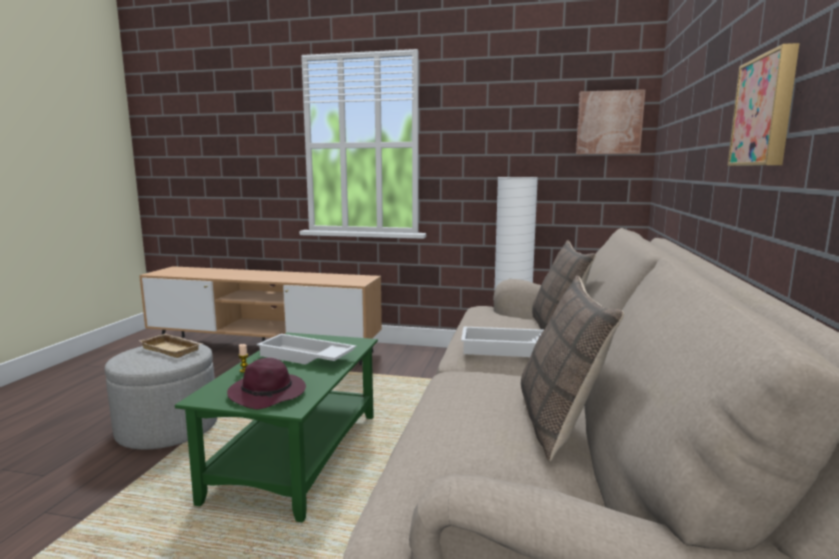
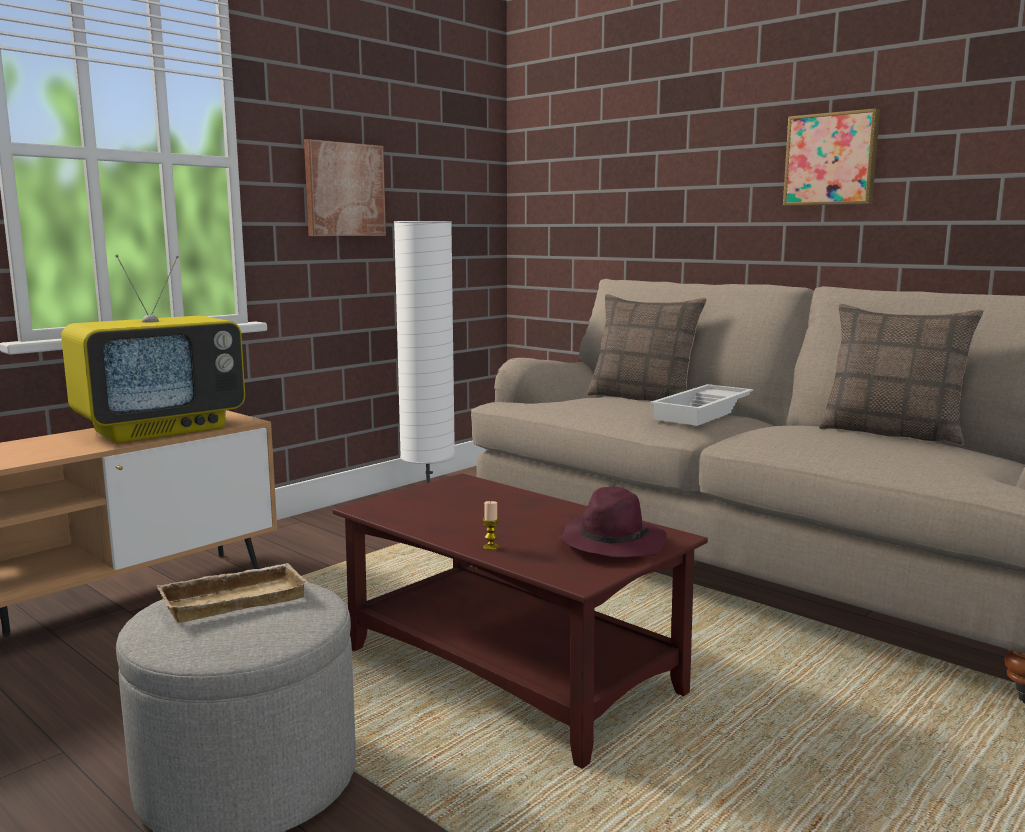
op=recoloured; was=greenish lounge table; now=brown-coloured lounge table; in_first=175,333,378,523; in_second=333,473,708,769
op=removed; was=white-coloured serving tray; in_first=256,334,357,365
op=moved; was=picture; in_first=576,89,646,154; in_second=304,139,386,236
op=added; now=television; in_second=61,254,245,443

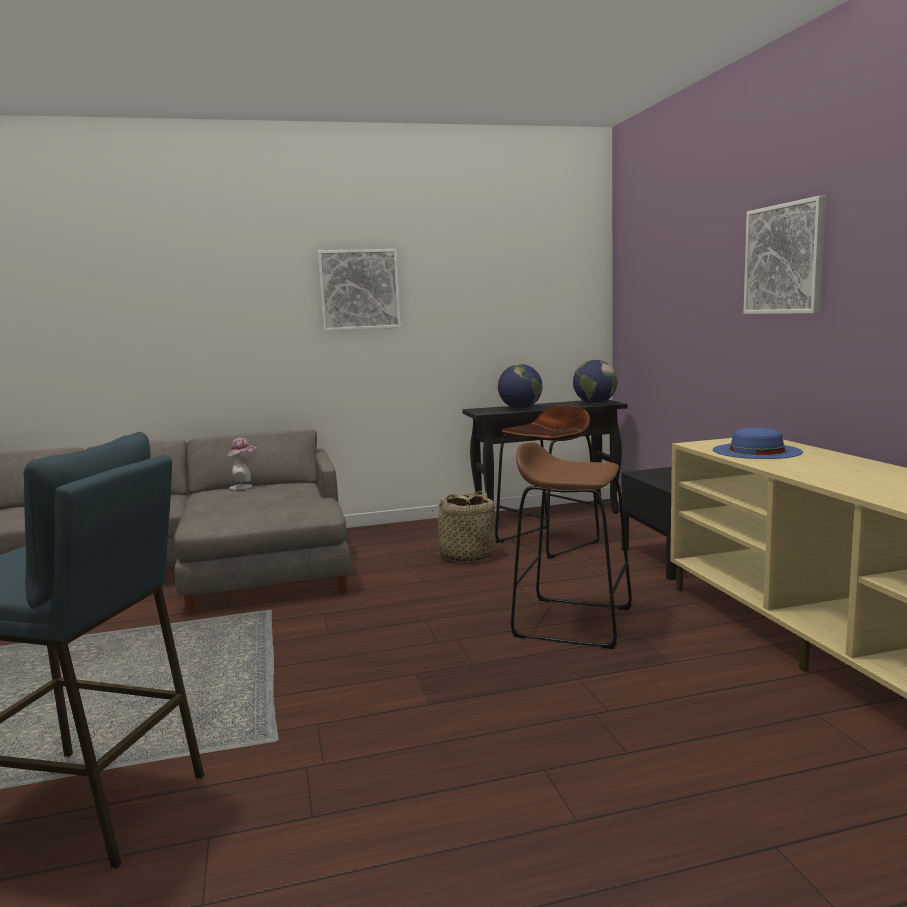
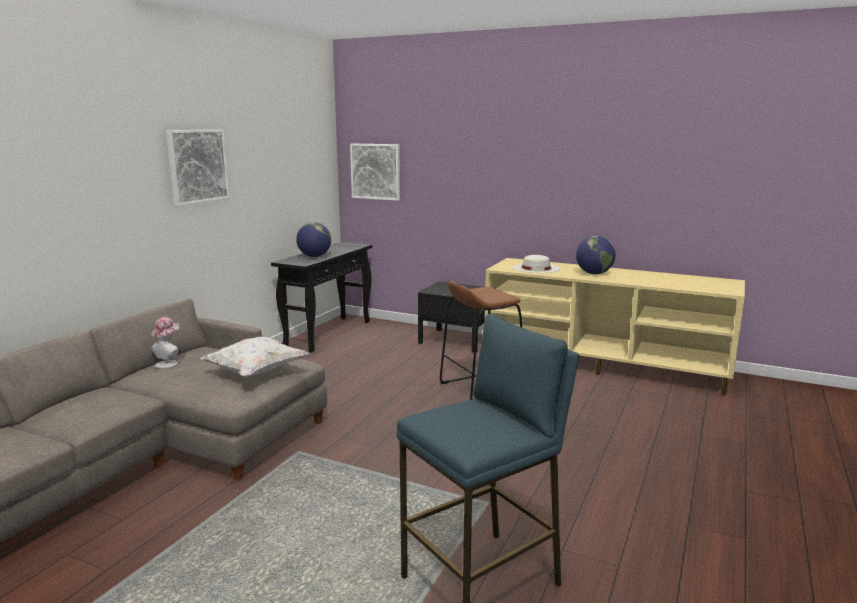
op=removed; was=basket; in_first=425,491,501,562
op=removed; was=brown-coloured stool; in_first=495,405,600,559
op=moved; was=globe; in_first=573,360,617,404; in_second=576,236,615,274
op=recoloured; was=blue-coloured wearable hat; now=white-coloured wearable hat; in_first=713,427,803,459; in_second=513,255,560,273
op=moved; was=picture; in_first=743,196,826,314; in_second=350,144,400,201
op=added; now=white-coloured throw pillow; in_second=200,337,309,377

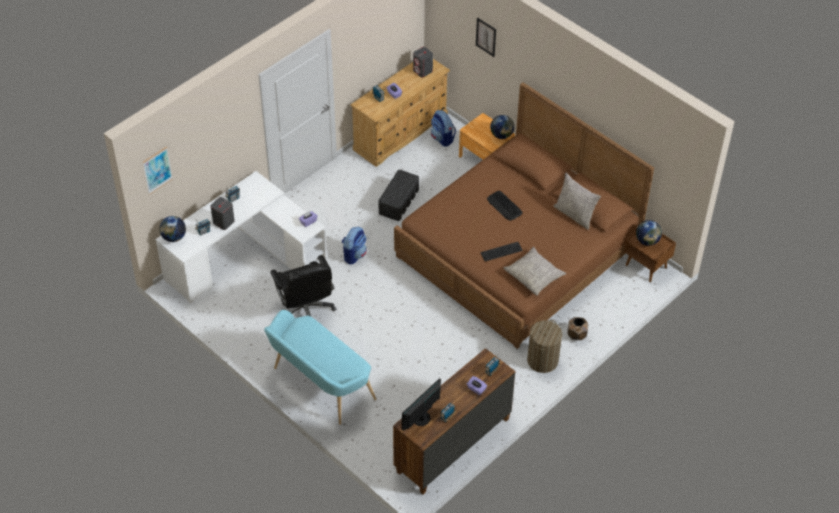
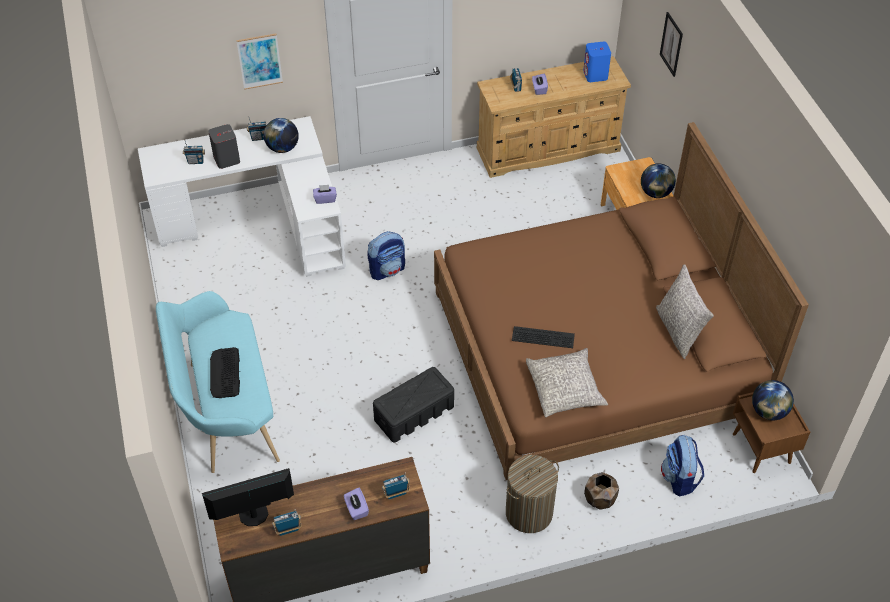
op=moved; was=picture; in_first=143,147,173,195; in_second=236,34,283,90
op=moved; was=globe; in_first=159,216,186,242; in_second=264,118,299,153
op=removed; was=blackish computer chair; in_first=270,255,337,316
op=moved; was=blackish storage box; in_first=378,170,419,221; in_second=373,367,454,442
op=recoloured; was=grey audio speaker; now=blue-coloured audio speaker; in_first=413,47,433,77; in_second=583,42,611,82
op=moved; was=backpack; in_first=431,110,456,147; in_second=661,435,704,496
op=moved; was=computer keyboard; in_first=487,191,523,221; in_second=210,347,240,398

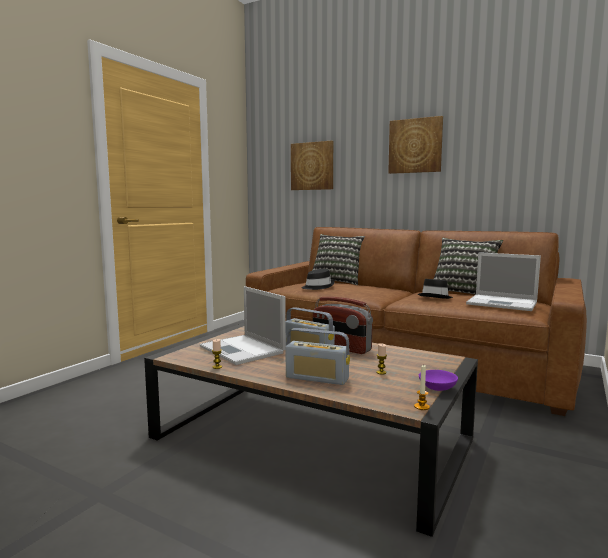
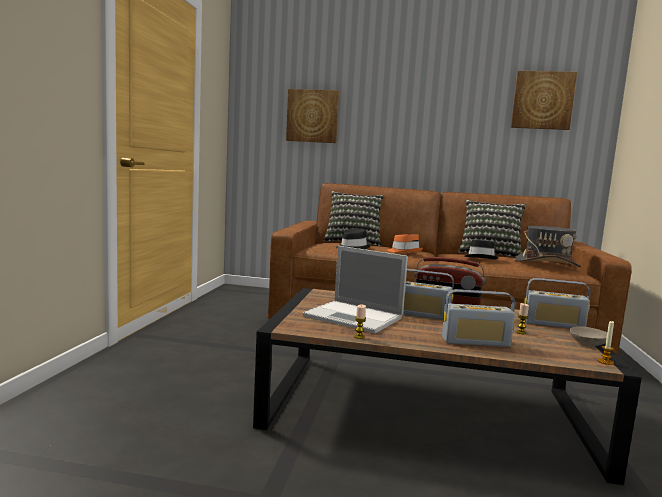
op=moved; was=picture; in_first=388,116,443,174; in_second=511,71,577,130
op=recoloured; was=purple bowl; now=sand-coloured bowl; in_first=419,370,458,391; in_second=569,326,607,346
op=replaced; was=notebook computer; now=grey wearable hat; in_first=466,252,541,311; in_second=514,226,581,267
op=added; now=orange-coloured wearable hat; in_second=387,235,423,253
op=added; now=radio set; in_second=524,278,591,328

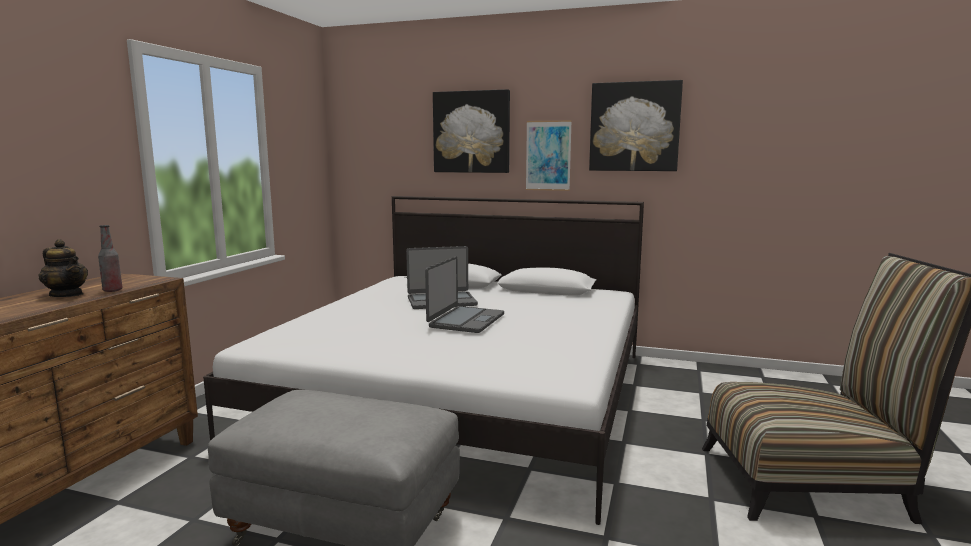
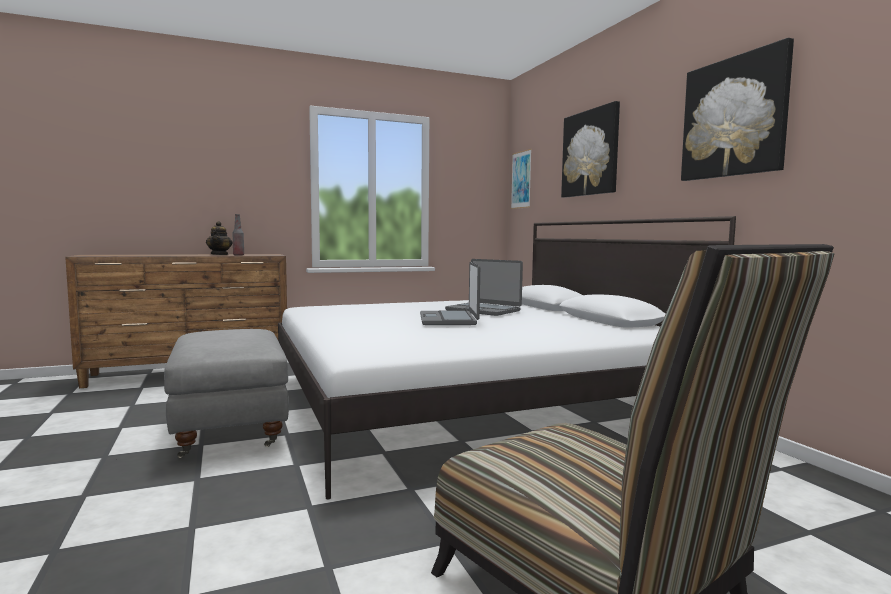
op=turned; was=notebook computer; in_first=425,256,504,333; in_second=420,262,480,325; clockwise=105
op=moved; was=picture; in_first=526,120,572,191; in_second=511,149,532,209

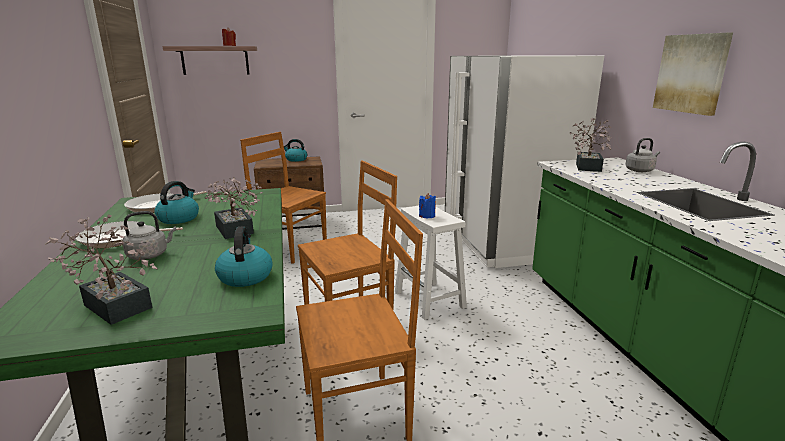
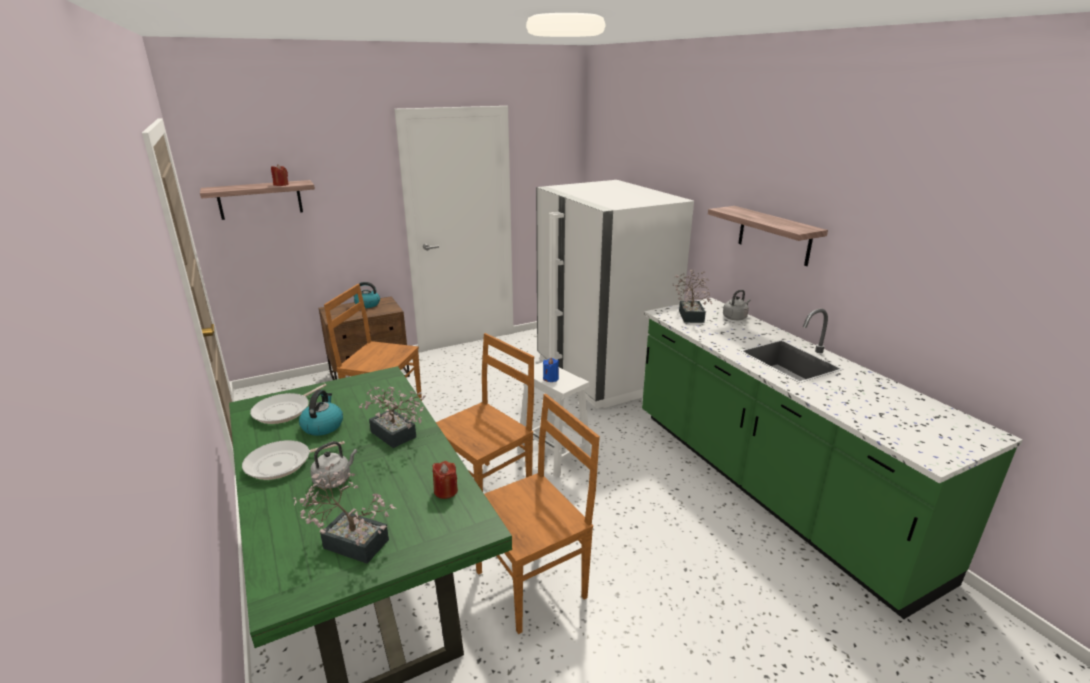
op=replaced; was=tea kettle; now=red wax candle; in_first=215,226,273,287; in_second=433,461,458,499
op=replaced; was=picture; now=shelf; in_first=653,33,733,116; in_second=708,206,828,266

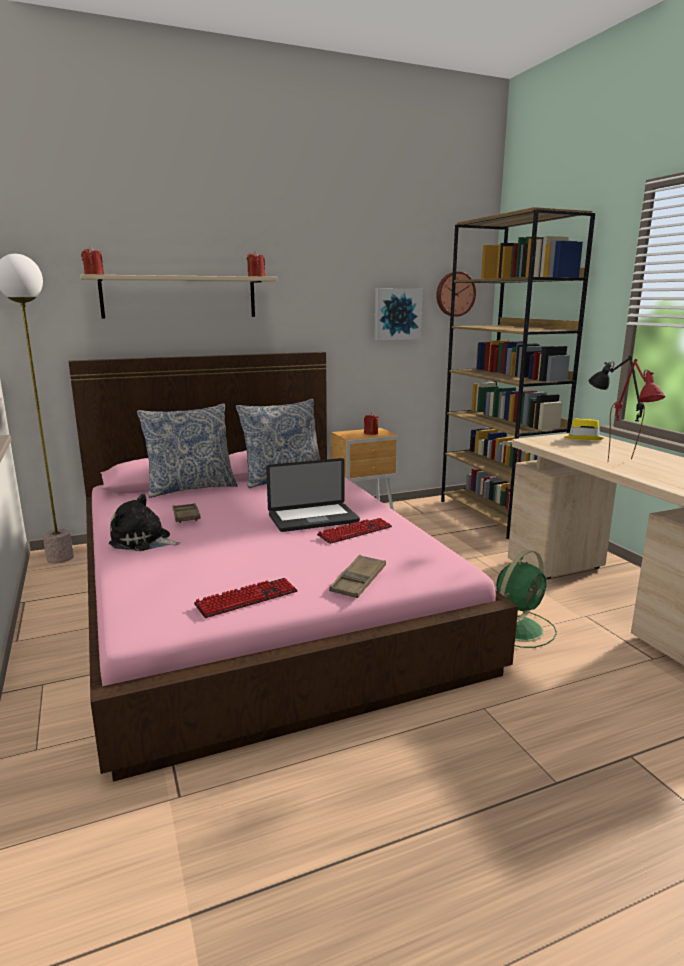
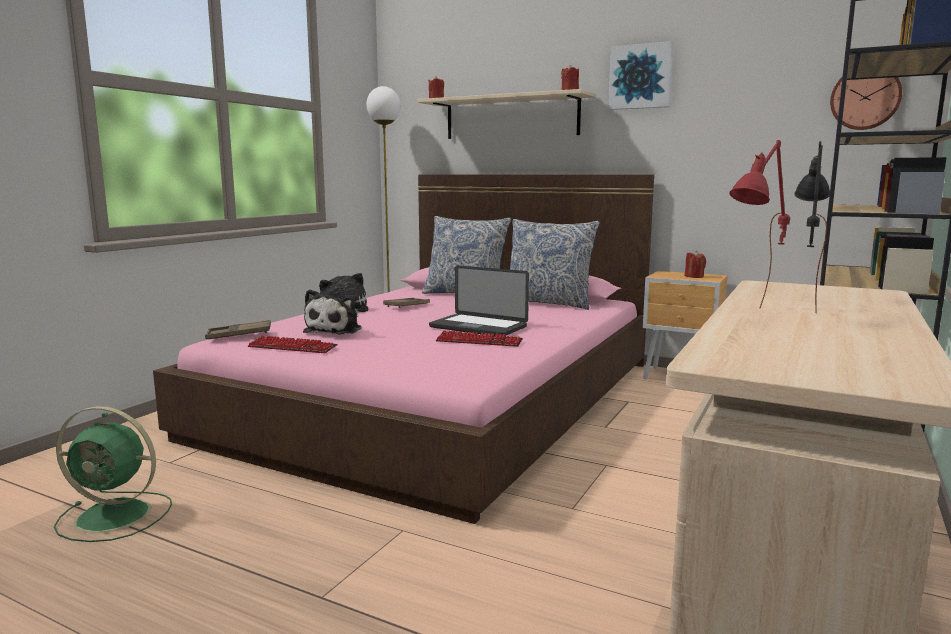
op=moved; was=brown-coloured serving tray; in_first=329,555,386,598; in_second=205,320,271,339
op=moved; was=picture; in_first=374,288,423,340; in_second=608,41,674,110
op=moved; was=greenish fan; in_first=496,550,557,648; in_second=54,406,172,542
op=removed; was=yellow-coloured wearable hat; in_first=564,419,603,440
op=added; now=soft toy; in_second=303,289,361,334

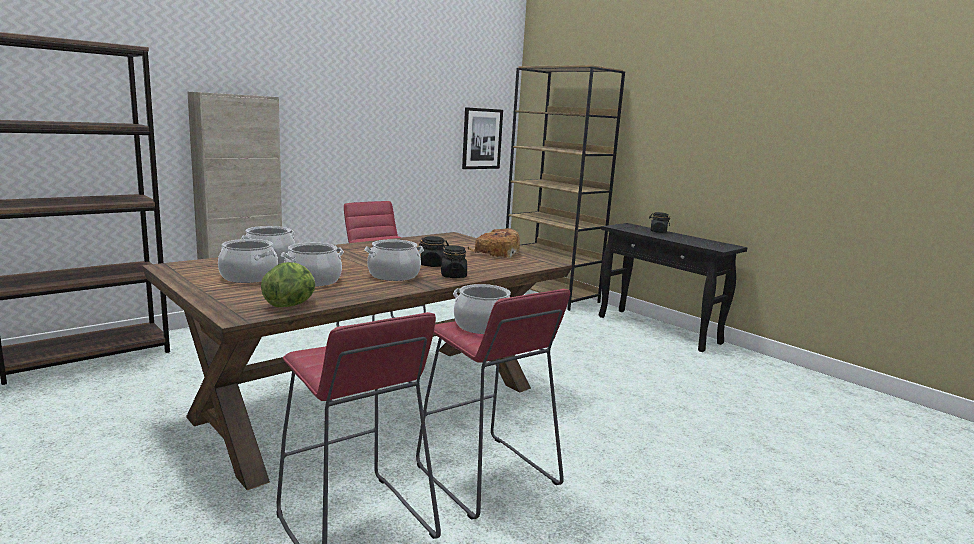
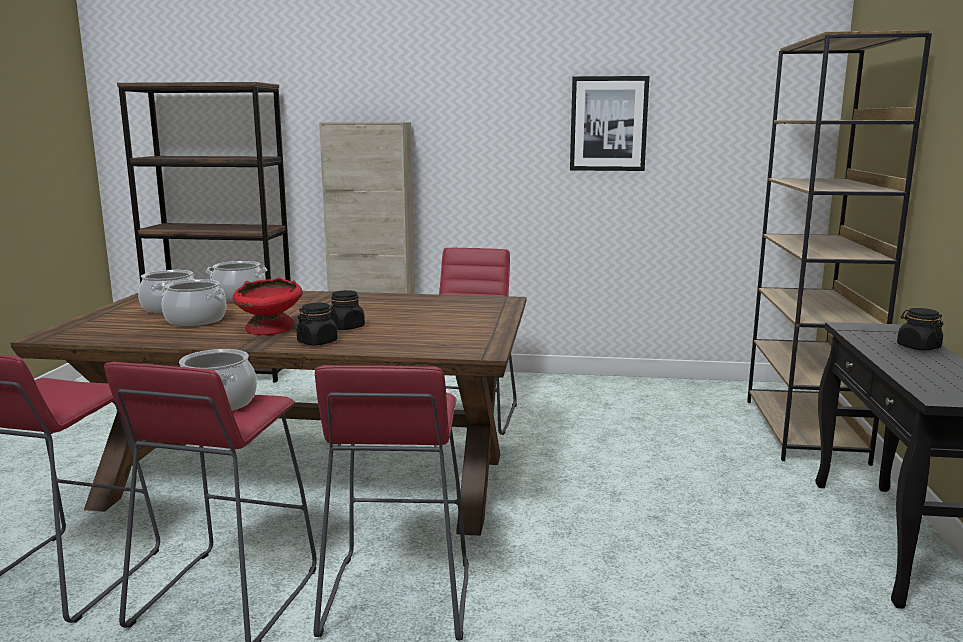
op=removed; was=head of lettuce; in_first=261,262,315,307
op=replaced; was=cooking pot; now=red bowl; in_first=365,240,424,281; in_second=233,277,303,335
op=moved; was=picture; in_first=462,107,503,169; in_second=570,76,649,171
op=removed; was=baked bread; in_first=468,228,520,258
op=added; now=red stool; in_second=314,365,469,641

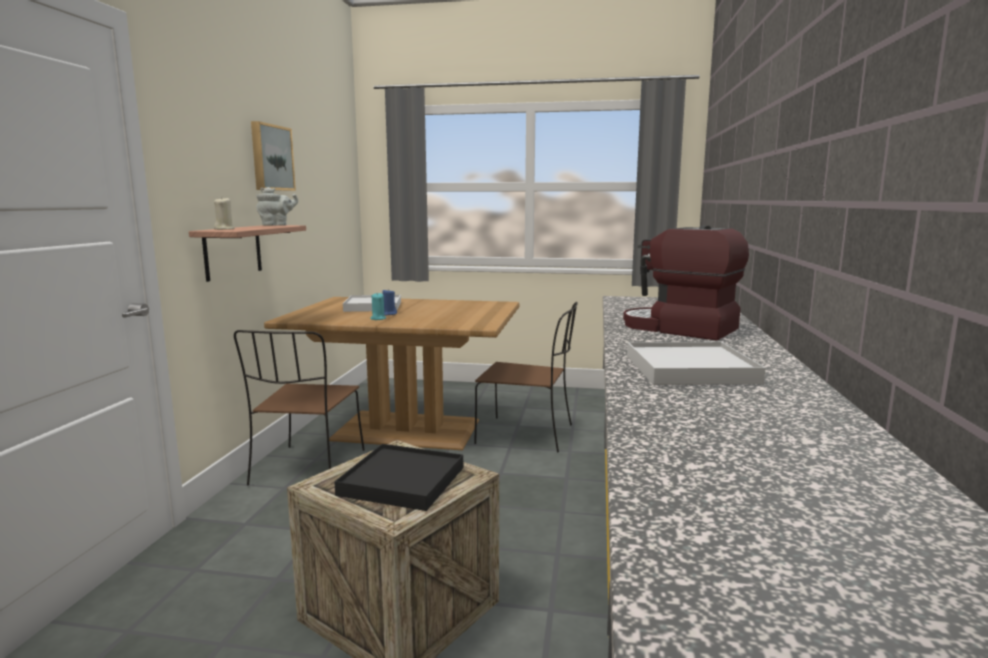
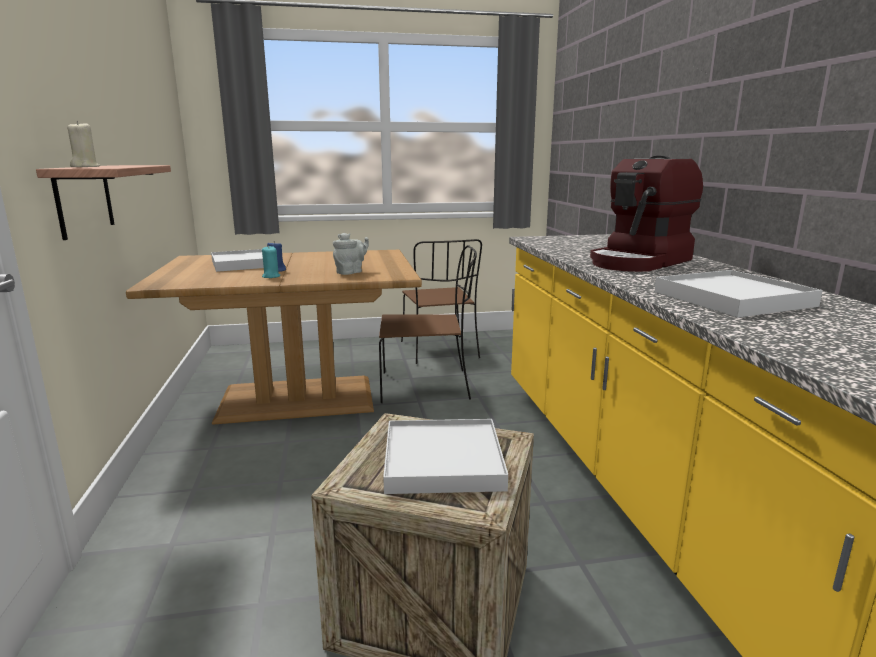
op=moved; was=brown-coloured plain chair; in_first=234,330,365,485; in_second=401,239,482,364
op=removed; was=picture; in_first=251,121,296,191
op=moved; was=grey pot for tea; in_first=256,187,298,226; in_second=333,233,369,275
op=recoloured; was=blackish serving tray; now=white-coloured serving tray; in_first=334,444,463,511; in_second=383,419,508,494
op=turned; was=coffee machine; in_first=623,226,749,341; in_second=590,156,703,272; clockwise=-60

